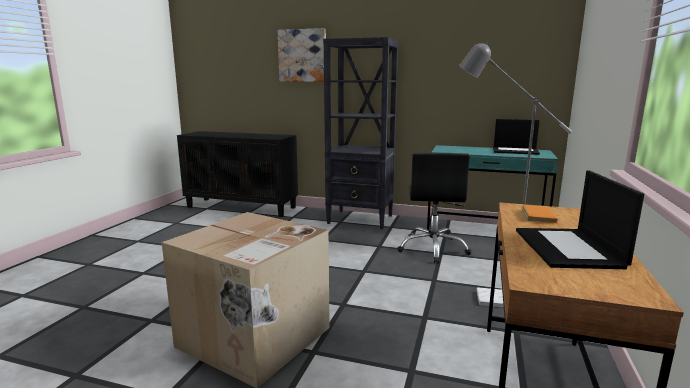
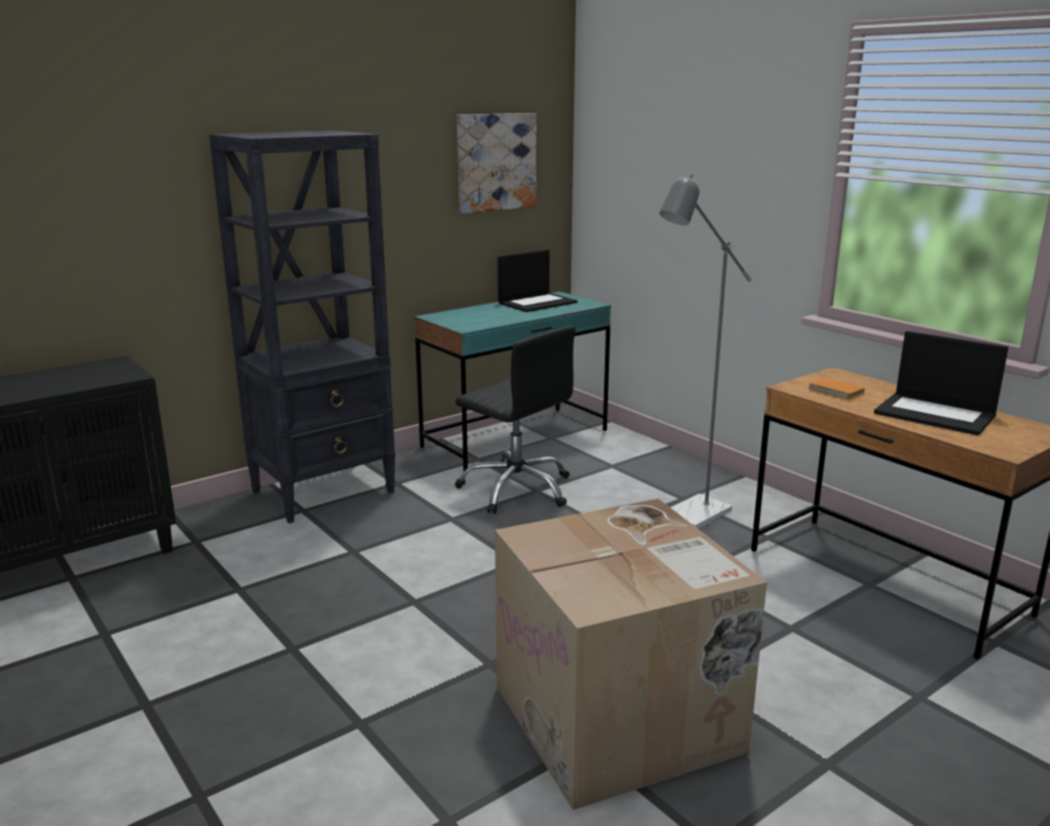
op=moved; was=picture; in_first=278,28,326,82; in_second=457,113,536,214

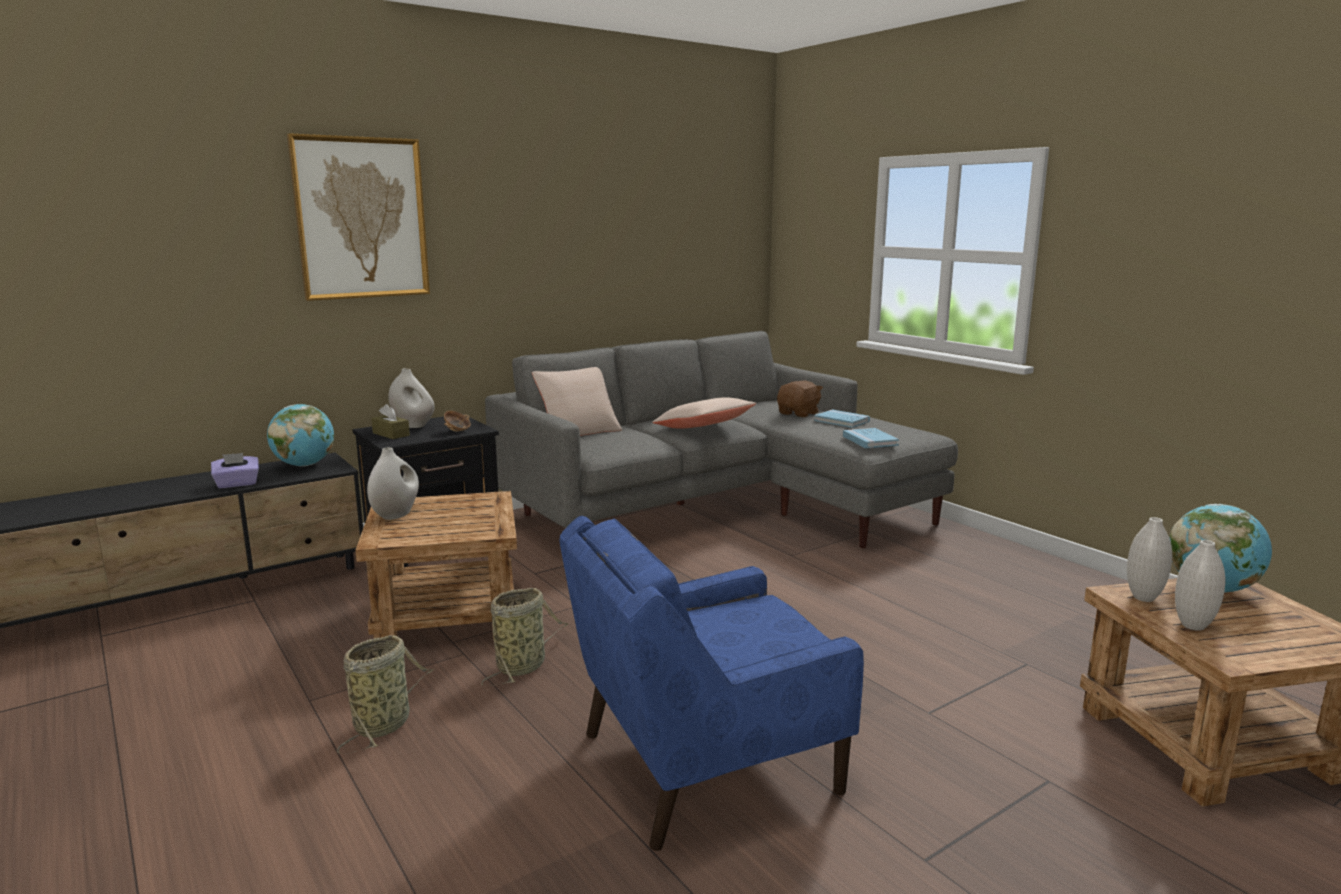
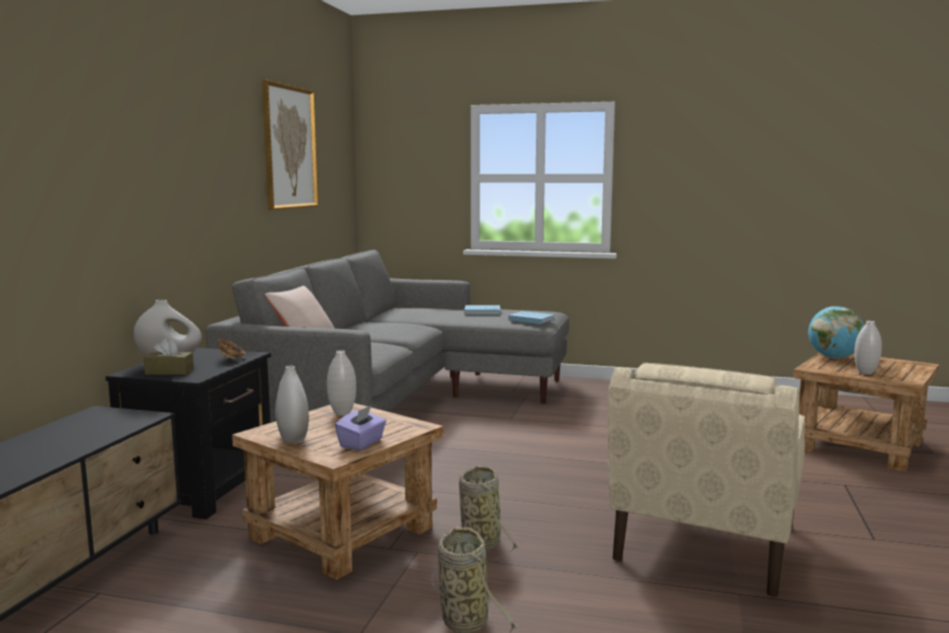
op=moved; was=purple tissue holder; in_first=211,453,259,488; in_second=335,405,386,451
op=removed; was=globe; in_first=267,404,334,467
op=moved; was=picture; in_first=287,133,430,301; in_second=262,80,319,210
op=recoloured; was=blue-coloured armchair; now=sand-coloured armchair; in_first=559,516,864,851; in_second=608,363,805,597
op=removed; was=sand-coloured throw pillow; in_first=652,397,756,429
op=removed; was=brown-coloured soft toy; in_first=777,380,823,417
op=moved; was=white-coloured vase; in_first=1127,517,1172,602; in_second=327,350,356,416

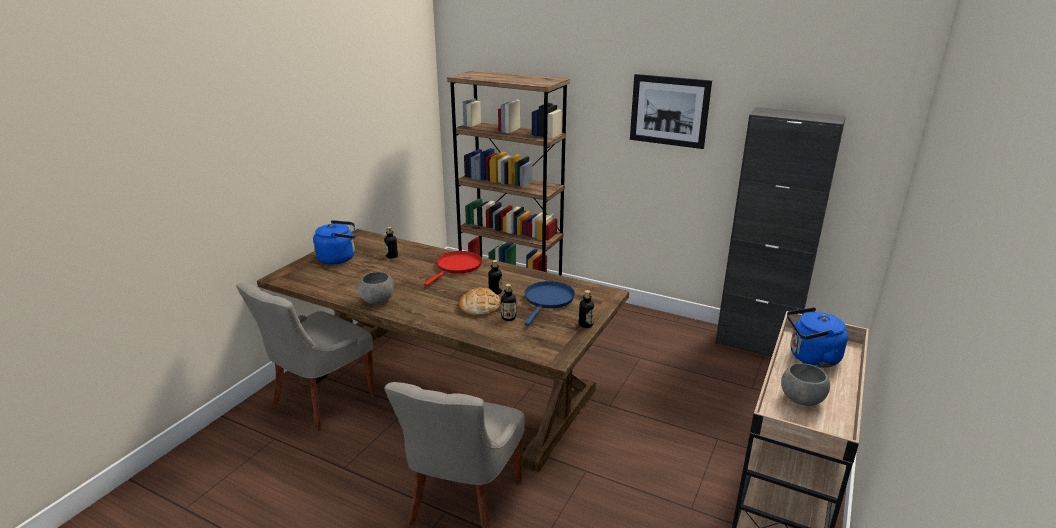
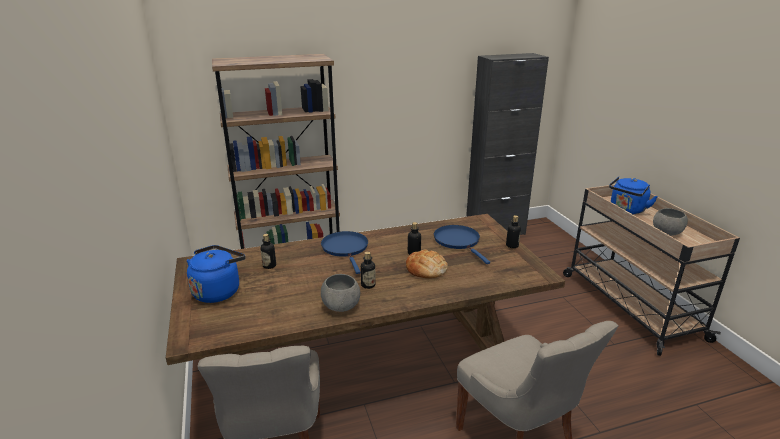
op=recoloured; was=red skillet; now=blue-coloured skillet; in_first=424,251,482,286; in_second=321,231,368,274
op=moved; was=beverage bottle; in_first=501,284,516,321; in_second=361,251,376,289
op=removed; was=picture; in_first=630,74,712,149

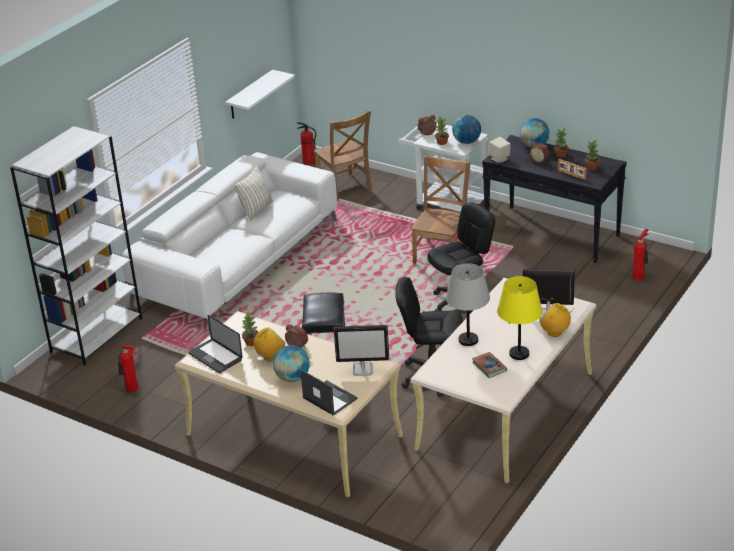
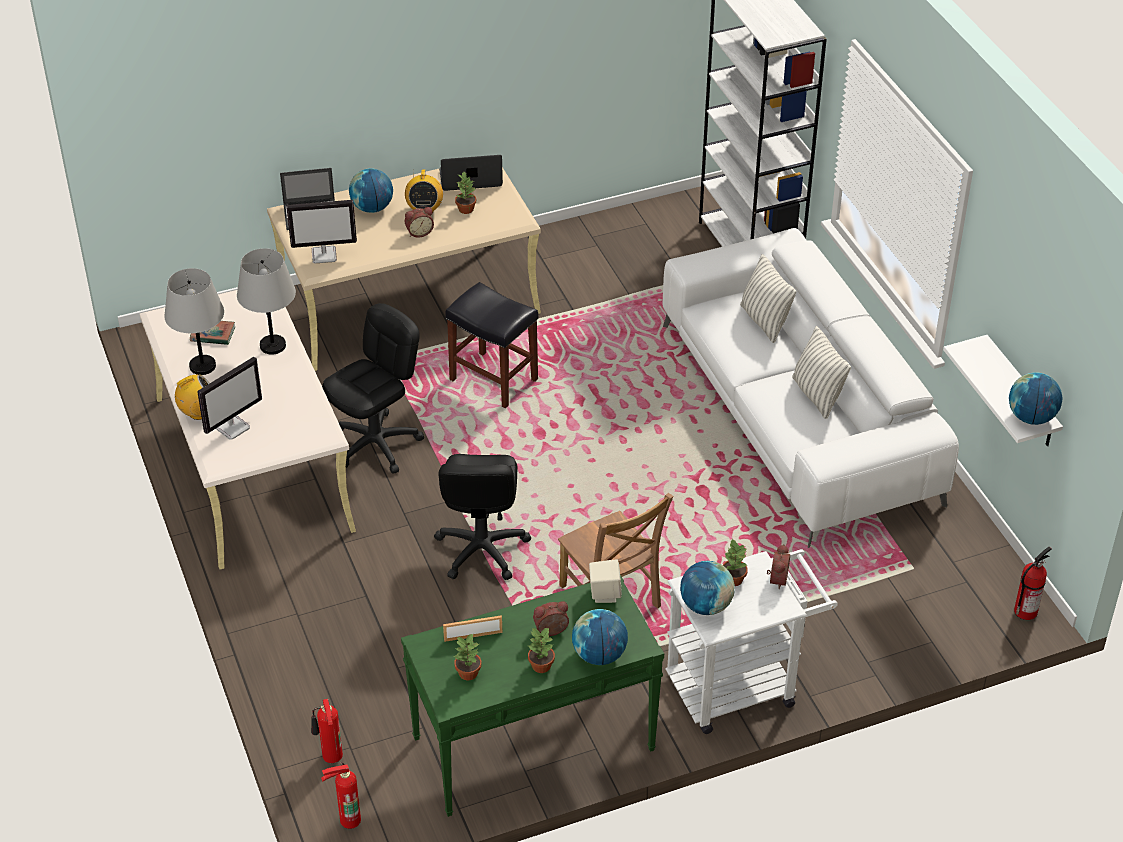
op=moved; was=extinguisher; in_first=118,345,138,392; in_second=321,762,361,829
op=removed; was=brown-coloured plain chair; in_first=314,110,372,201
op=turned; was=computer display; in_first=334,325,389,376; in_second=286,200,357,263; clockwise=-135
op=recoloured; was=blackish hall table; now=greenish hall table; in_first=482,135,627,263; in_second=401,575,664,817
op=recoloured; was=yellow-coloured lamp for a table; now=grey lamp for a table; in_first=497,276,542,360; in_second=164,268,224,375
op=added; now=throw pillow; in_second=740,254,796,343
op=added; now=globe; in_second=1009,372,1062,425

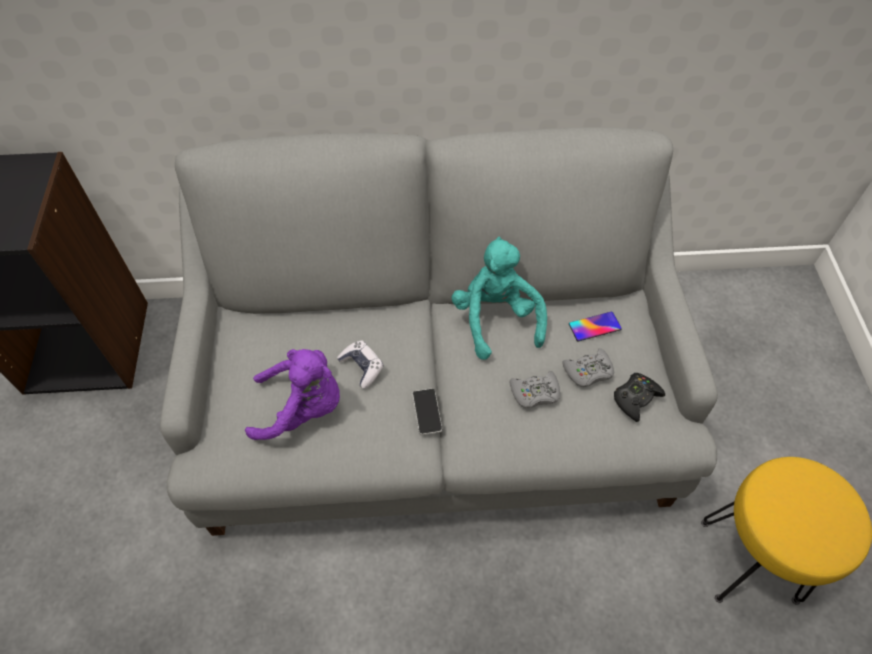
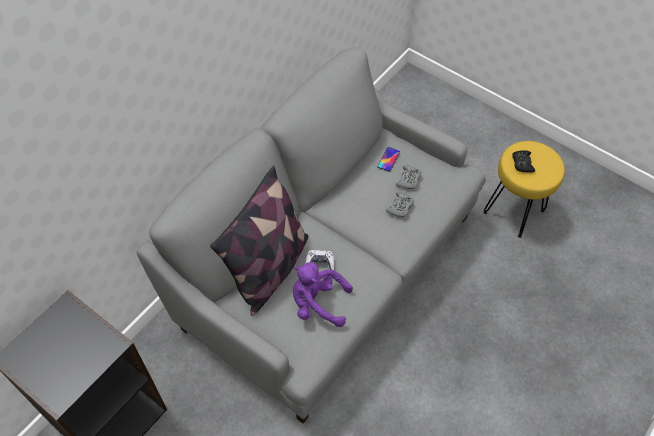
op=turned; was=purple soft toy; in_first=245,349,340,440; in_second=293,262,353,327; clockwise=-120
op=removed; was=handset; in_first=412,389,442,435
op=removed; was=blue-green soft toy; in_first=452,236,547,360
op=moved; was=blackish game controller; in_first=614,373,665,422; in_second=512,150,535,172
op=added; now=throw pillow; in_second=210,166,308,316

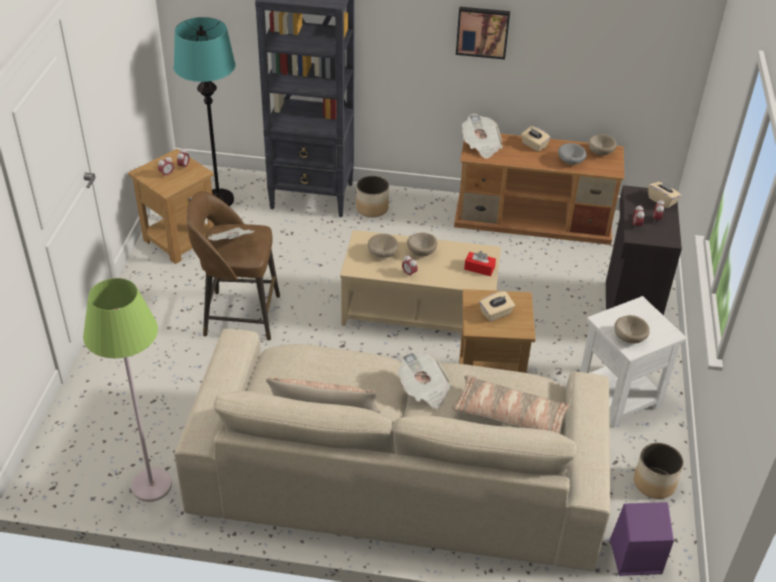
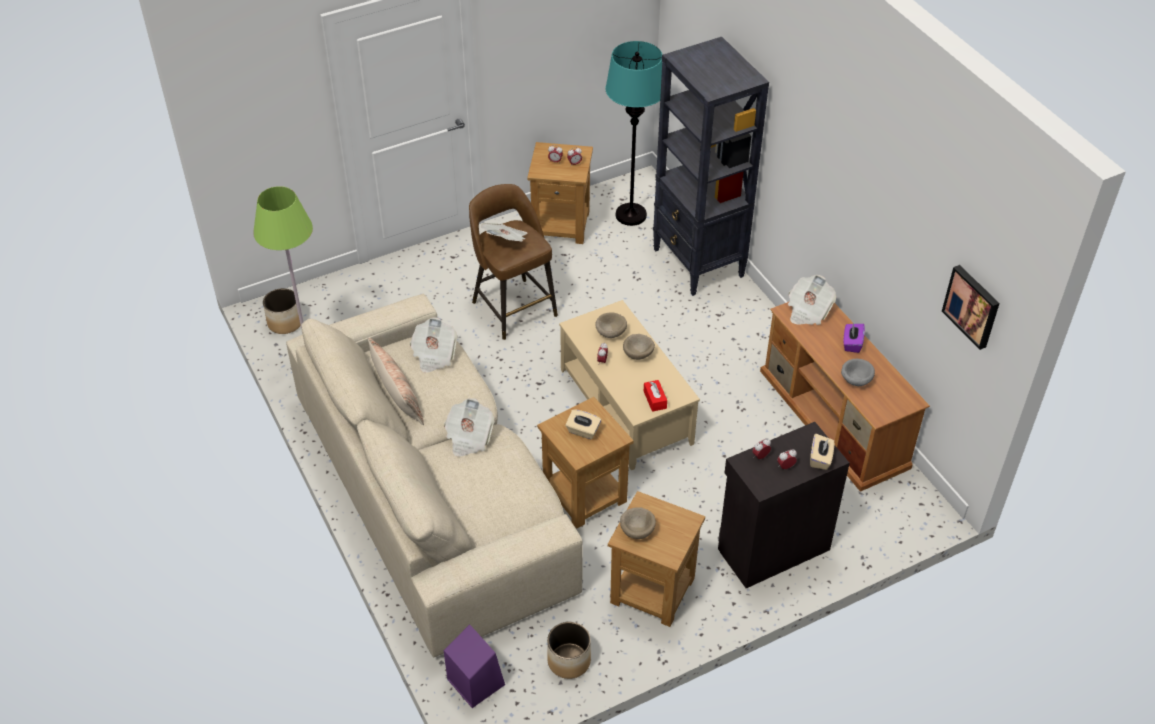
op=moved; was=plant pot; in_first=356,176,389,217; in_second=263,288,301,334
op=removed; was=throw pillow; in_first=452,375,572,434
op=moved; was=picture; in_first=456,7,510,60; in_second=942,265,1000,350
op=recoloured; was=sand-coloured tissue holder; now=purple tissue holder; in_first=521,126,550,151; in_second=843,323,865,353
op=recoloured; was=white-coloured end table; now=brown-coloured end table; in_first=580,296,687,427; in_second=608,491,705,627
op=removed; was=sand-coloured bowl; in_first=588,134,617,155
op=added; now=newspaper; in_second=410,317,458,373

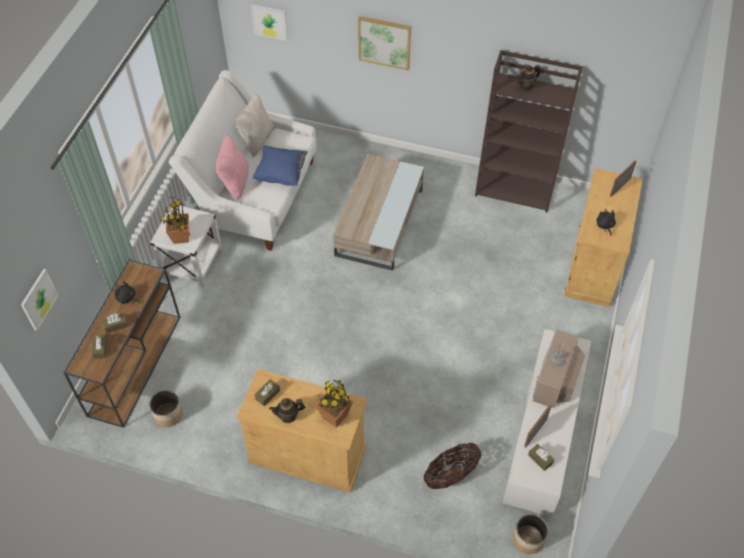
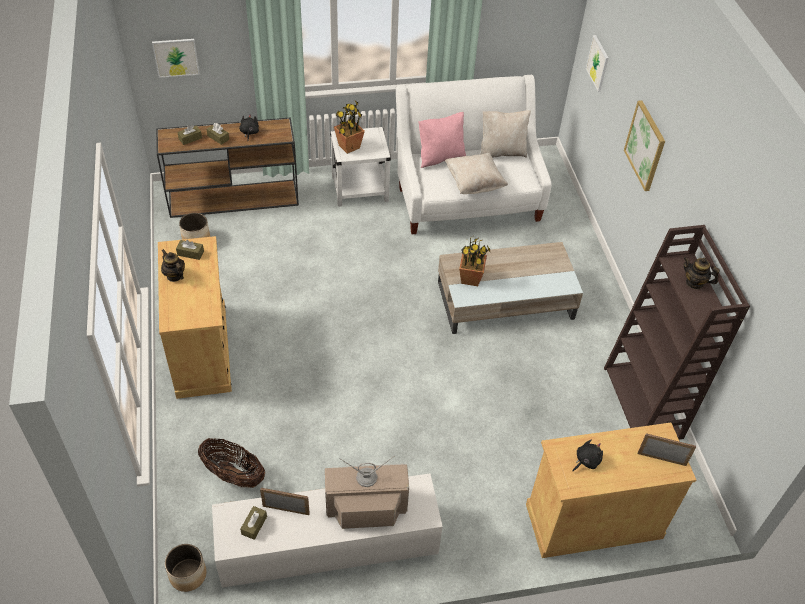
op=recoloured; was=blue-coloured throw pillow; now=sand-coloured throw pillow; in_first=252,146,308,186; in_second=445,153,508,194
op=moved; was=plant in a pot; in_first=315,380,353,428; in_second=459,237,491,286

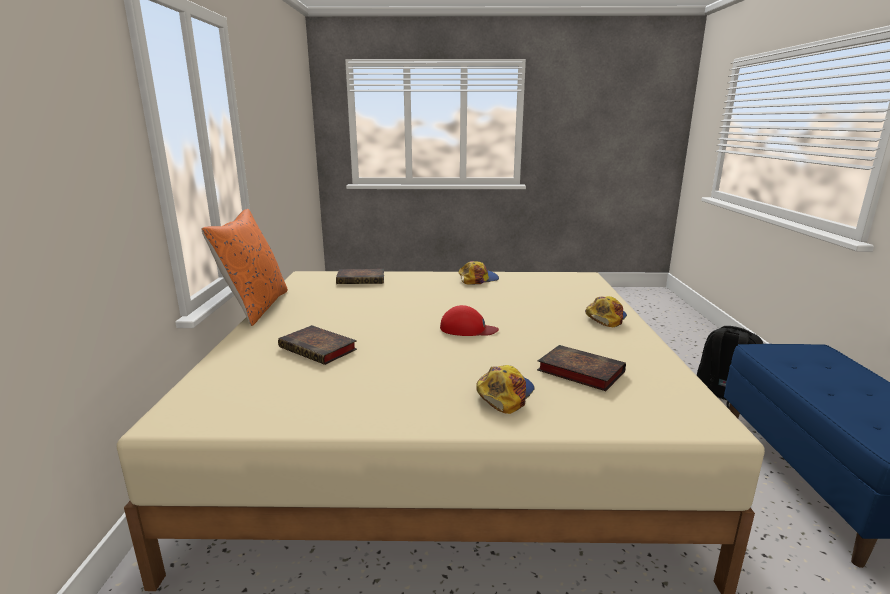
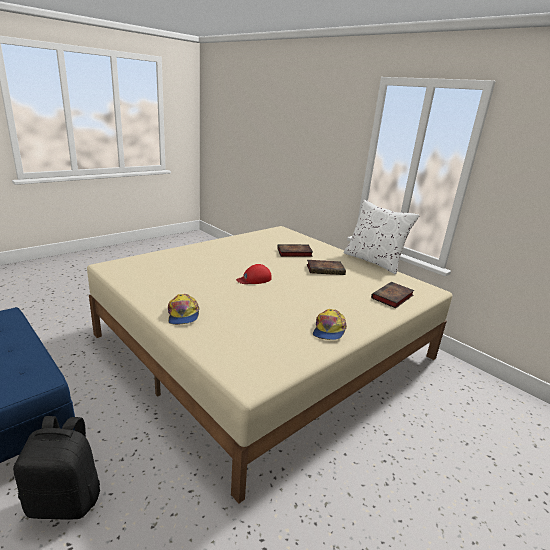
op=recoloured; was=orange-coloured throw pillow; now=white-coloured throw pillow; in_first=201,209,288,326; in_second=344,200,420,274
op=removed; was=peaked cap; in_first=476,365,534,414
op=moved; was=volume; in_first=537,345,626,391; in_second=307,260,346,275

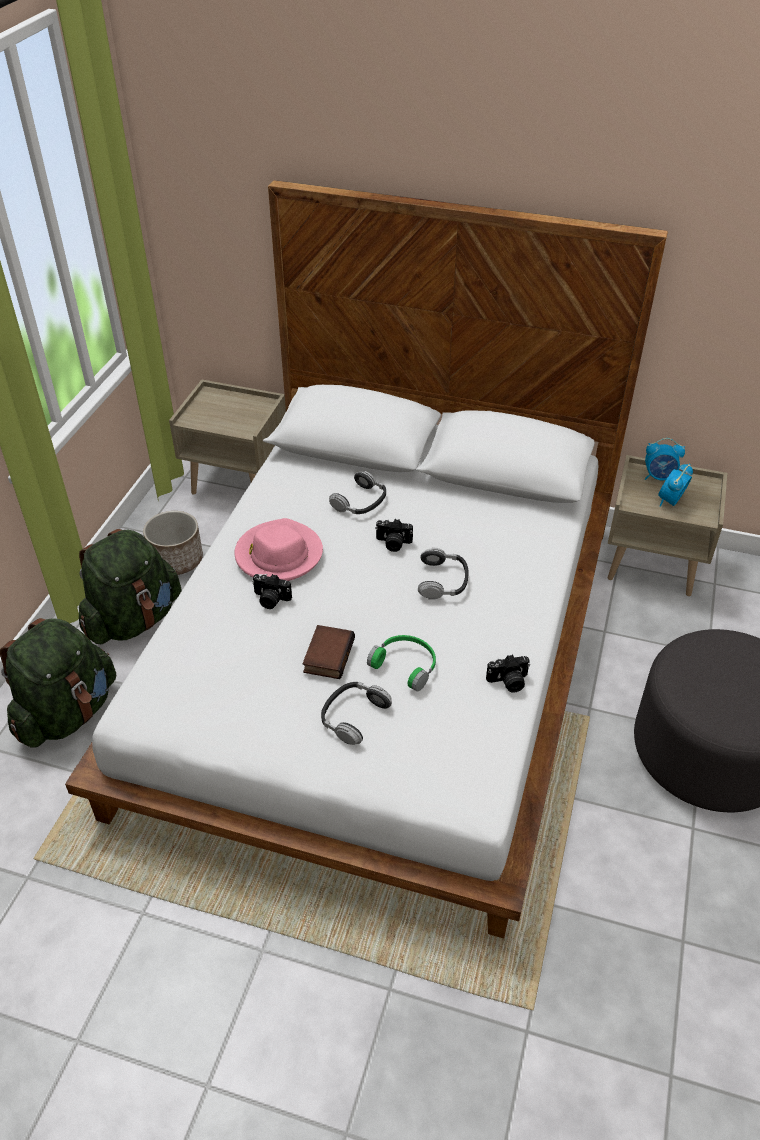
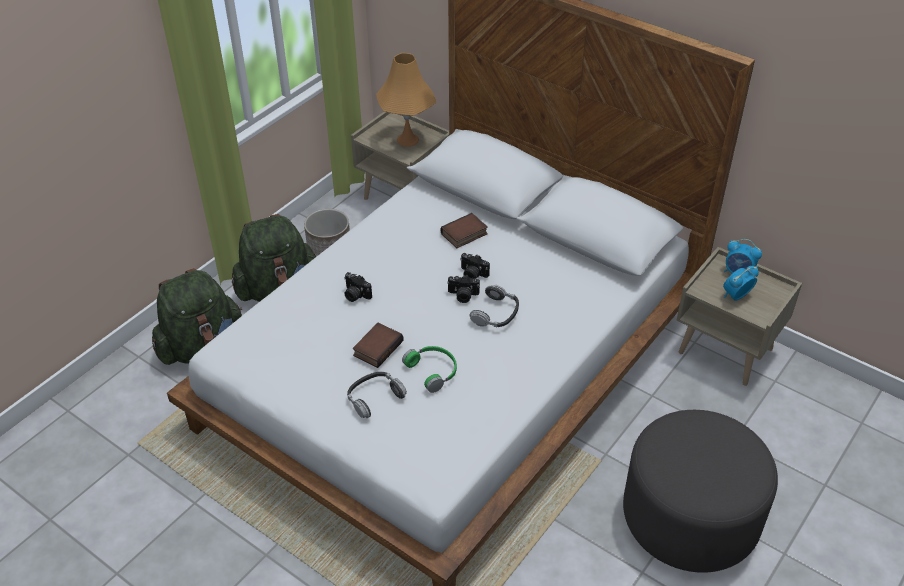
op=removed; was=pink-coloured wearable hat; in_first=234,518,323,581
op=replaced; was=pair of headphones; now=volume; in_first=329,471,386,514; in_second=441,213,488,248
op=moved; was=still camera; in_first=486,655,530,693; in_second=447,275,480,303
op=added; now=orange-coloured lamp for a table; in_second=376,53,436,147

